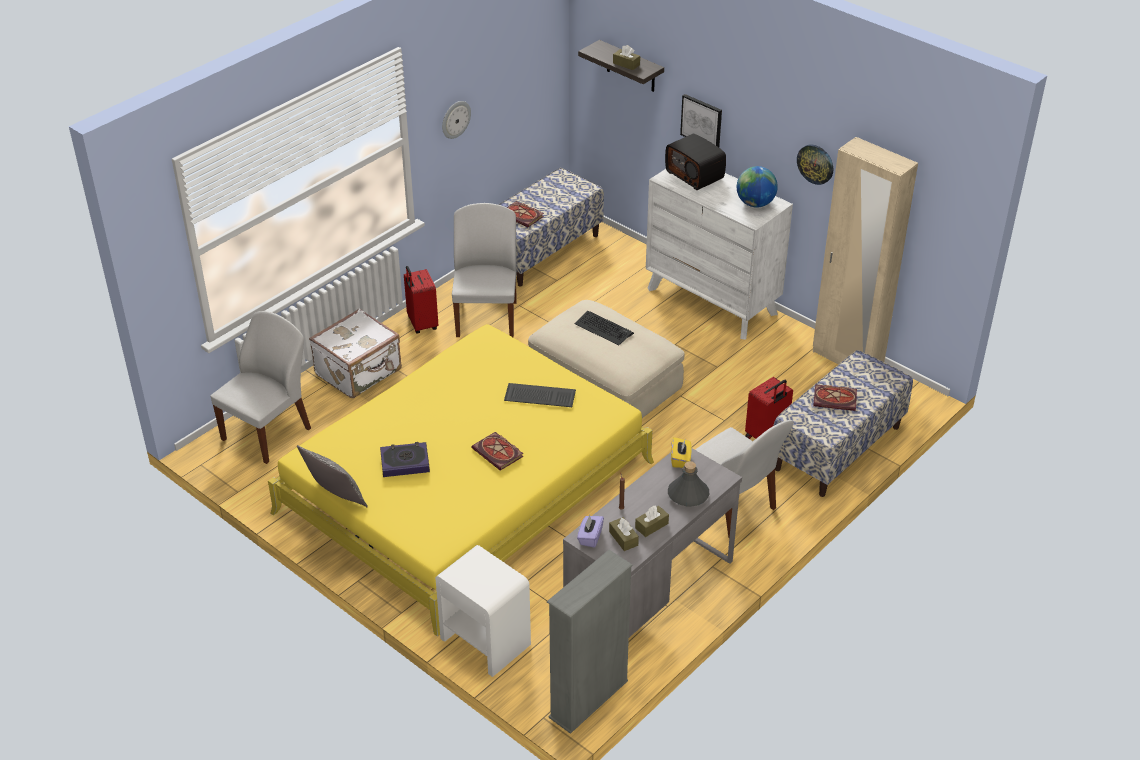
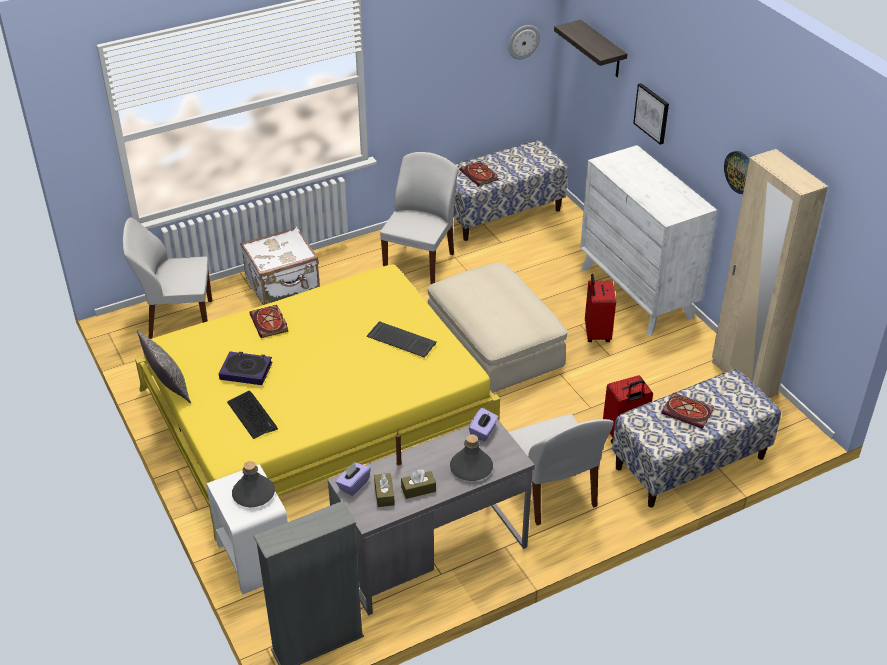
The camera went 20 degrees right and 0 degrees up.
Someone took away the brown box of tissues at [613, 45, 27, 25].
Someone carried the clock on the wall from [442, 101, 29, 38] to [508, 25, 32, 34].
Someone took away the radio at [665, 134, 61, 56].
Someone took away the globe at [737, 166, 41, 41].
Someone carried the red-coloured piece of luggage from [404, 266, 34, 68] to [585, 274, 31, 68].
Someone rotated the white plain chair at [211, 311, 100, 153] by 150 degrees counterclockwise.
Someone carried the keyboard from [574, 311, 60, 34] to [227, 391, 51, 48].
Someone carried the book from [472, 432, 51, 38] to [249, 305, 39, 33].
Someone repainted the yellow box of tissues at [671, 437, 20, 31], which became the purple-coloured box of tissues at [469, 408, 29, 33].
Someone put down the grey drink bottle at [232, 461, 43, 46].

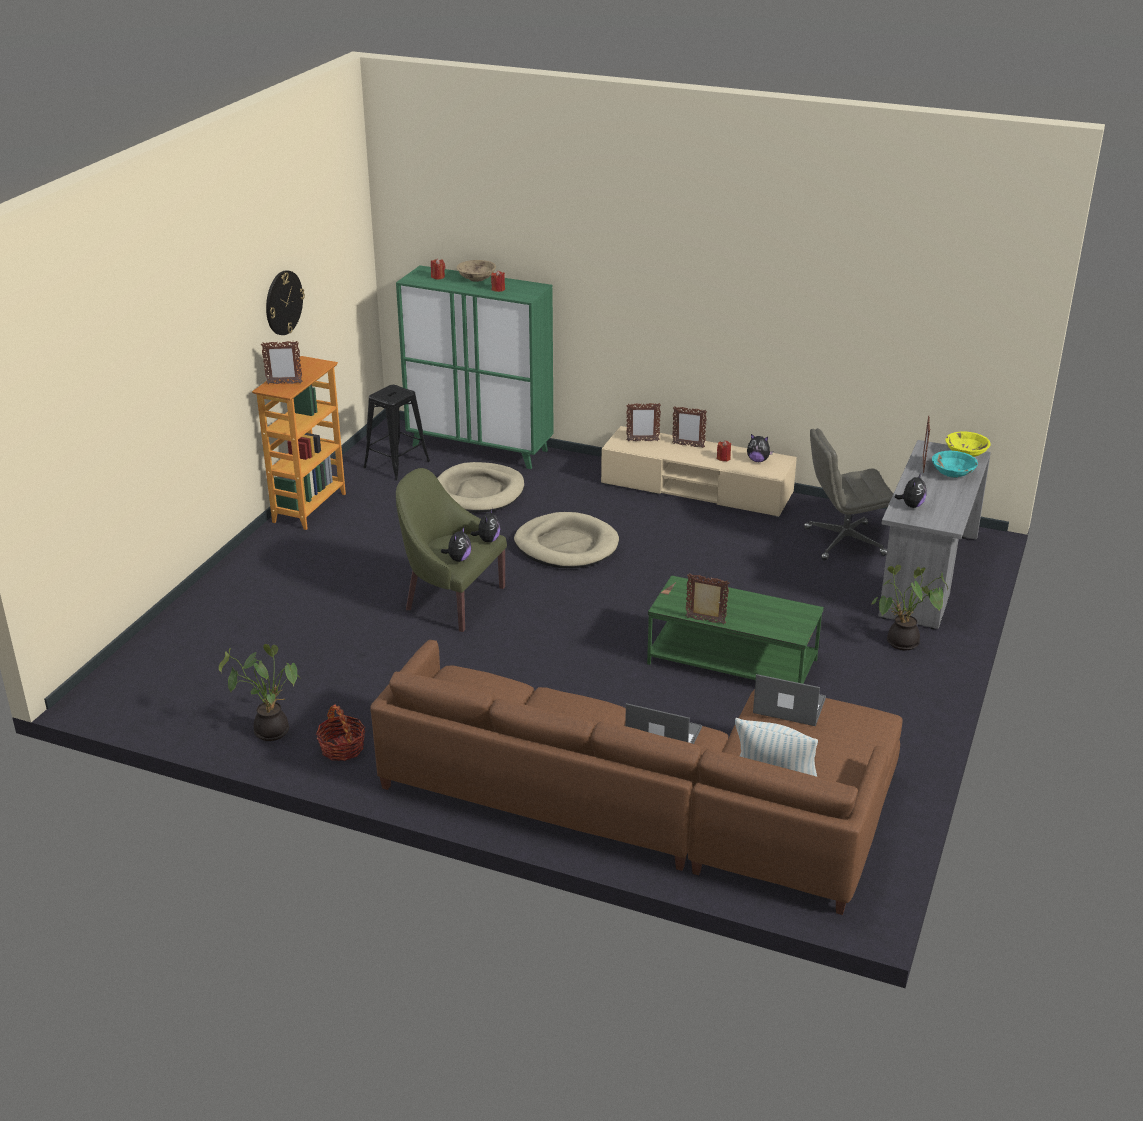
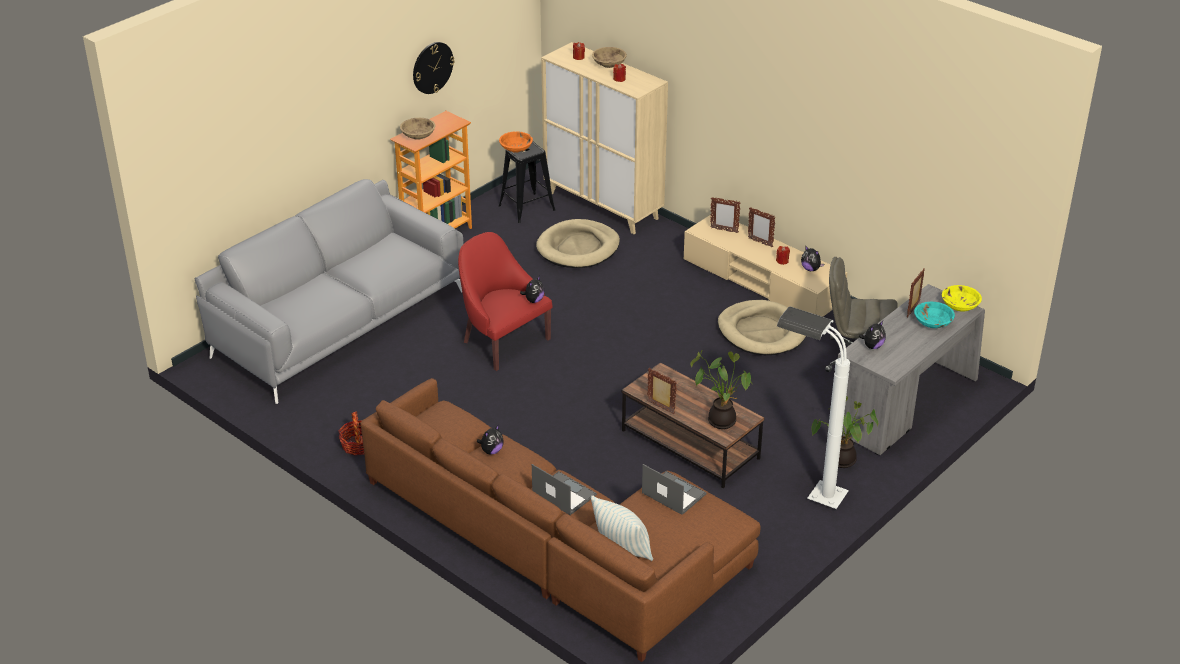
The camera went 20 degrees right and 5 degrees up.
Someone repainted the green-coloured cupboard at [396, 265, 158, 204], which became the sand-coloured cupboard at [541, 42, 127, 192].
Someone swapped the photo frame at [261, 341, 42, 43] for the sand-coloured bowl at [400, 118, 35, 22].
Someone repainted the green-coloured lounge chair at [396, 468, 111, 164], which became the red-coloured lounge chair at [458, 232, 94, 139].
Someone carried the sand-coloured dog cushion from [514, 512, 105, 56] to [718, 300, 88, 55].
Someone carried the plush toy from [441, 527, 30, 35] to [477, 425, 27, 30].
Someone repainted the green-coloured low table at [647, 575, 177, 109], which became the brown low table at [622, 362, 142, 126].
Someone carried the potted plant from [219, 644, 82, 97] to [690, 350, 62, 79].
Someone put down the orange-coloured bowl at [499, 131, 34, 22].
Someone put down the grey sofa at [195, 179, 269, 225].
Someone put down the white standard lamp at [777, 306, 73, 203].

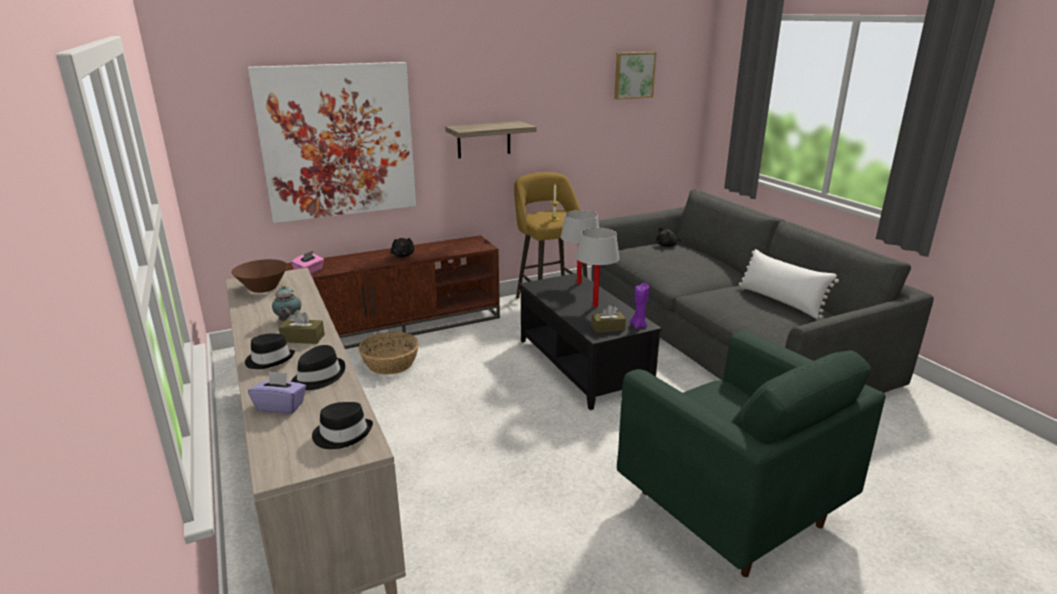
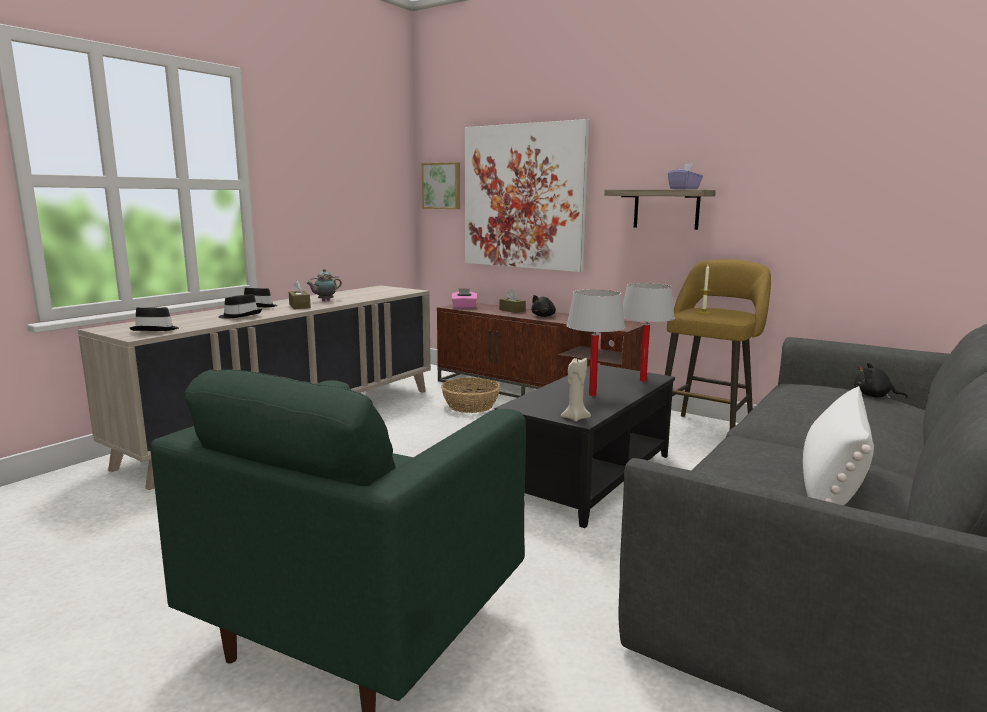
The camera went 60 degrees right and 10 degrees down.
Someone carried the picture from [614, 52, 42, 48] to [422, 162, 38, 47].
Someone took away the brown bowl at [232, 259, 56, 34].
Someone repainted the purple-coloured candle at [630, 283, 19, 46], which became the sand-coloured candle at [560, 358, 31, 64].
Someone carried the brown box of tissues from [591, 305, 35, 28] to [499, 289, 27, 24].
Someone carried the purple-coloured box of tissues from [248, 371, 58, 43] to [668, 163, 35, 26].

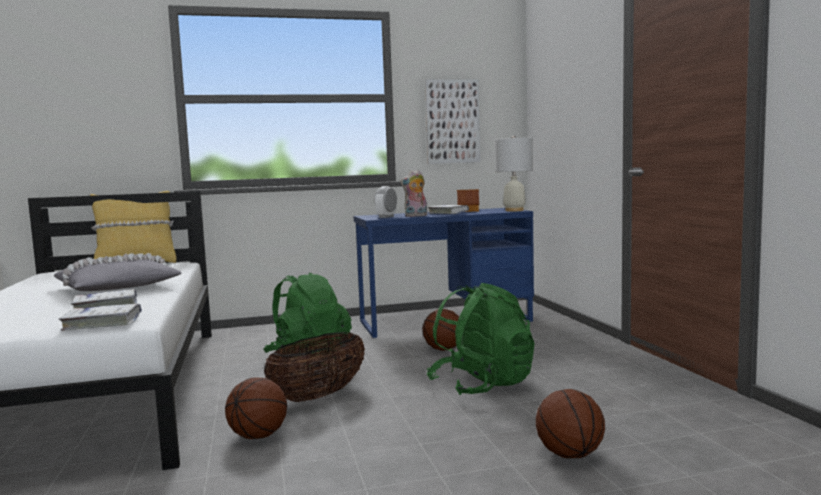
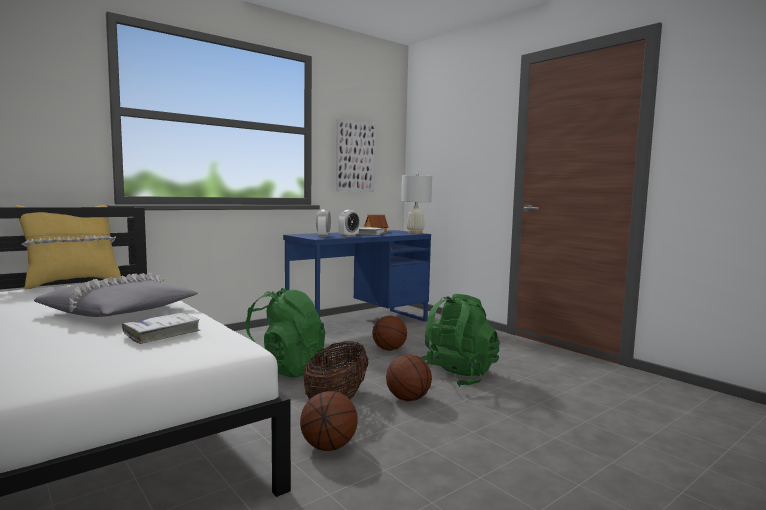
The camera went 25 degrees left and 0 degrees up.
Someone swapped the plush toy at [400, 170, 27, 47] for the bedside clock at [338, 210, 22, 27].
Someone took away the white book at [59, 304, 83, 27].
Someone carried the ball for basketball from [536, 389, 69, 69] to [386, 354, 46, 47].

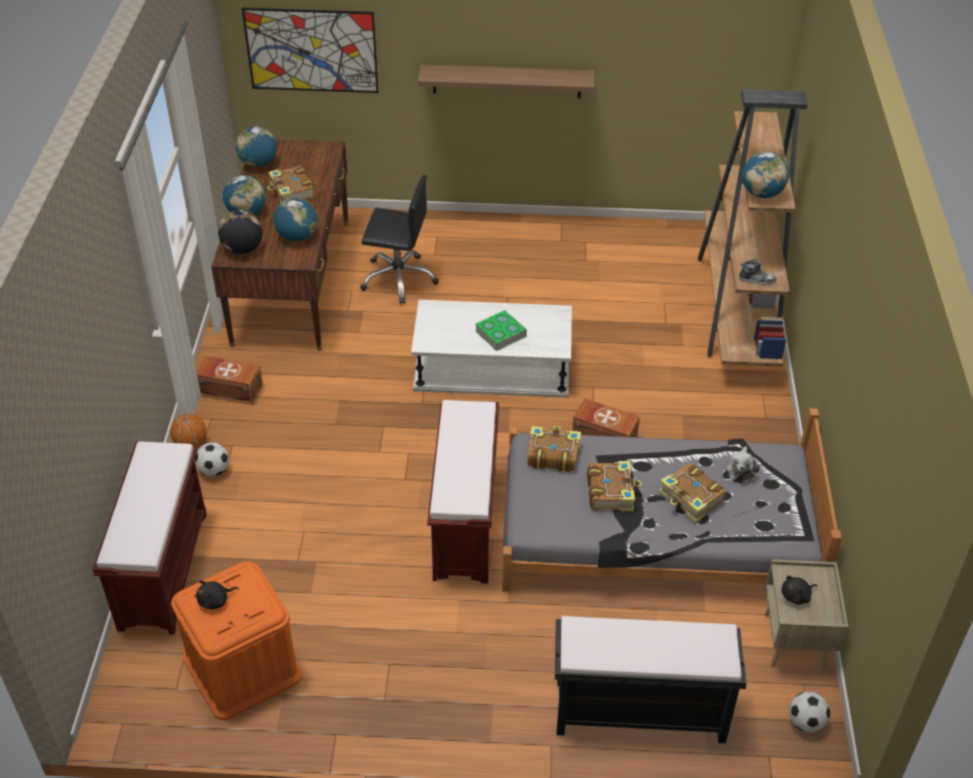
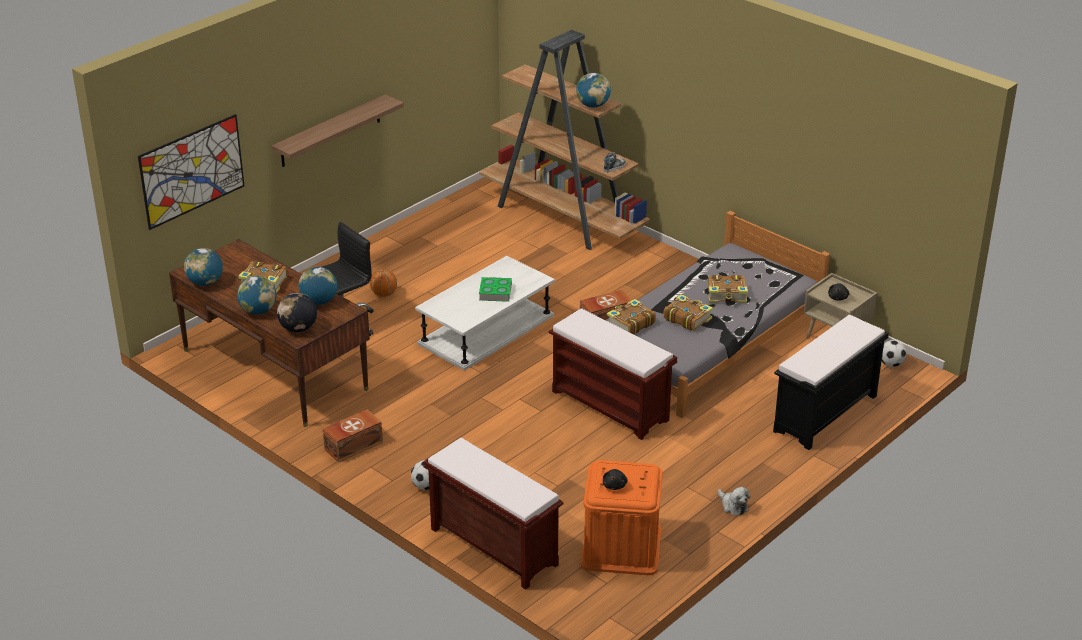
The camera went 50 degrees left and 10 degrees down.
Someone carried the ball for basketball from [170, 414, 36, 33] to [370, 269, 27, 28].
Someone carried the plush toy from [725, 446, 35, 38] to [718, 487, 33, 29].

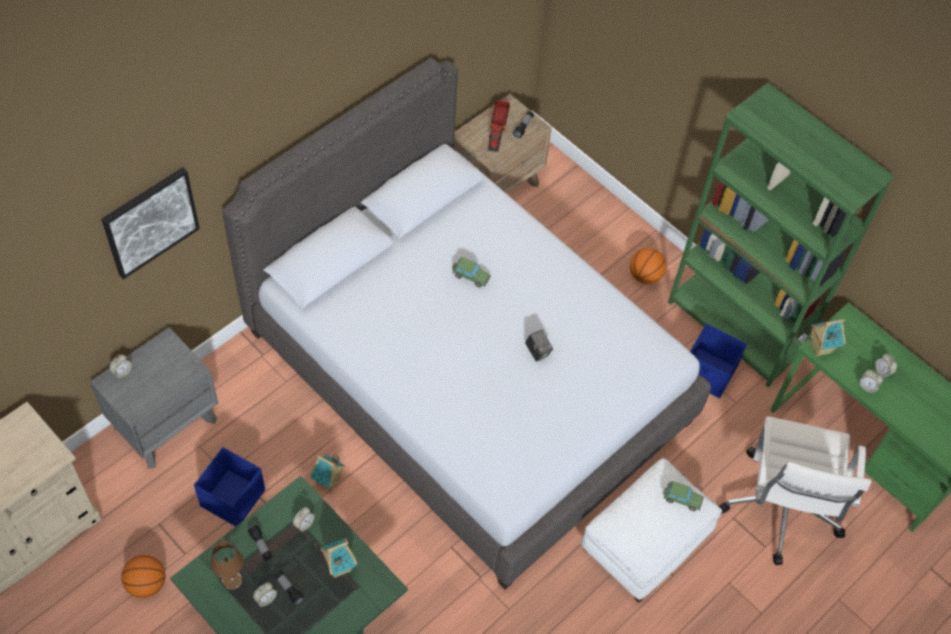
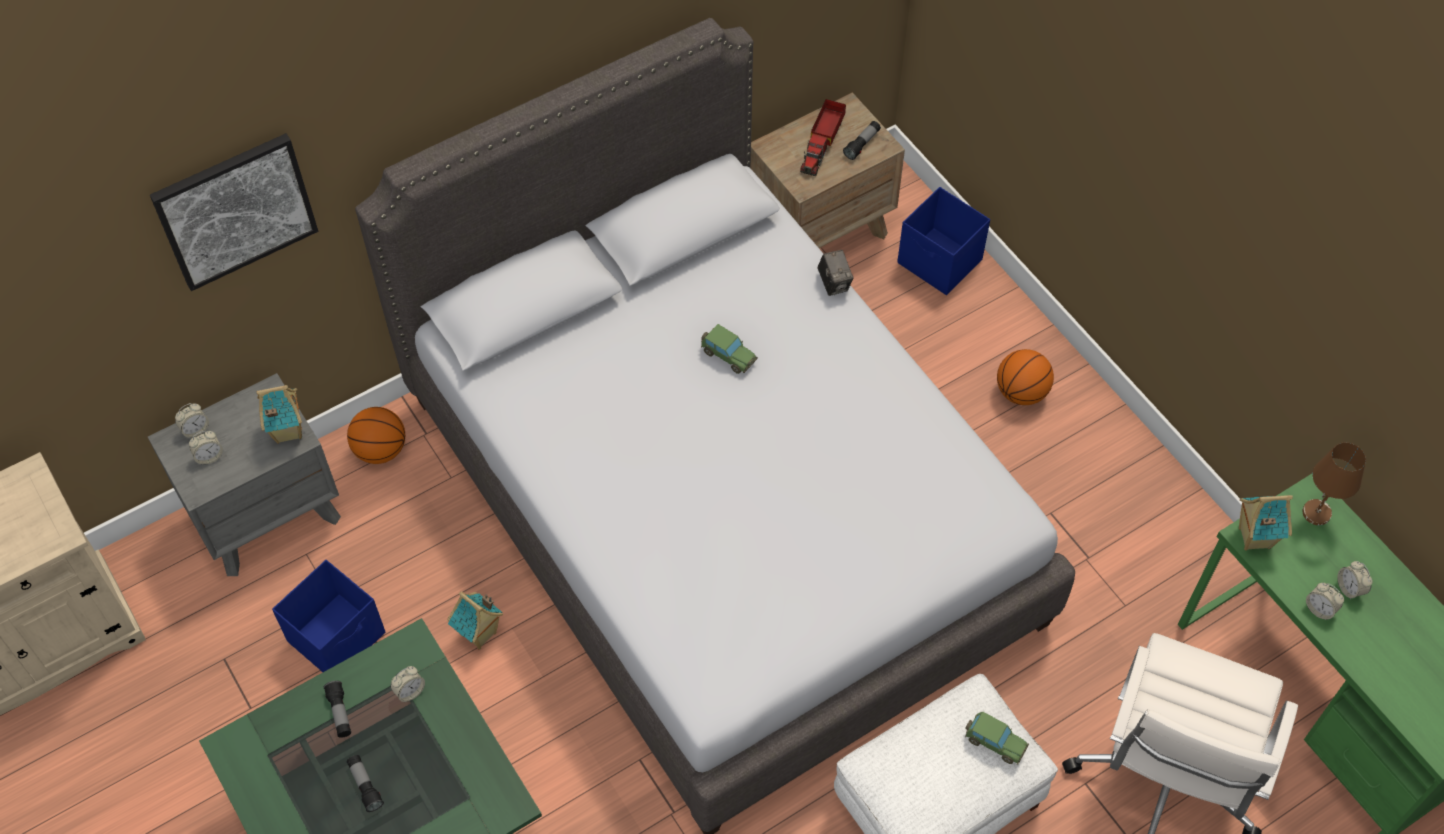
The camera went 15 degrees right and 0 degrees up.
Someone took away the green-coloured shelving unit at [668, 83, 227, 305].
Someone carried the blue storage container from [690, 324, 57, 74] to [897, 187, 93, 108].
Someone carried the photo camera from [525, 330, 28, 32] to [818, 250, 35, 46].
Someone carried the miniature house from [320, 538, 37, 40] to [257, 385, 45, 59].
Someone carried the brown lamp for a table from [211, 541, 33, 49] to [1302, 443, 64, 82].
Someone carried the ball for basketball from [121, 555, 44, 43] to [347, 407, 58, 57].
Someone carried the bedside clock from [253, 582, 24, 25] to [189, 431, 34, 34].

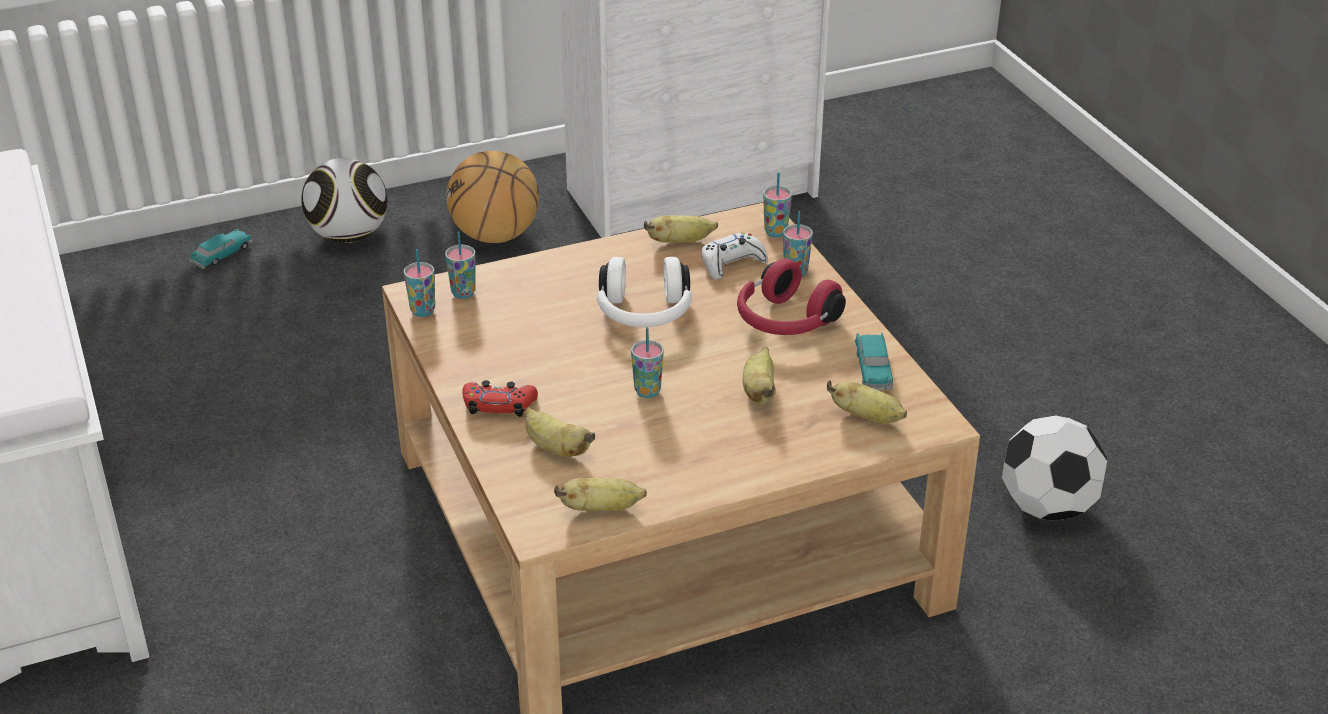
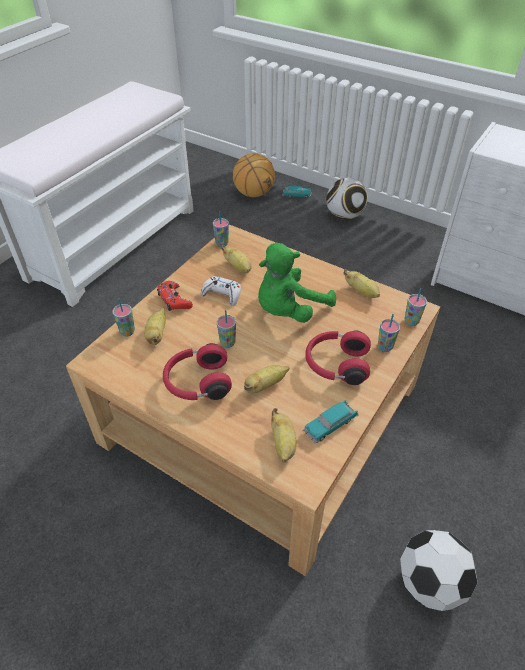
The camera went 55 degrees right and 10 degrees up.
Someone carried the ball for basketball from [446, 151, 93, 92] to [233, 153, 42, 44].
Someone carried the cup from [445, 231, 31, 68] to [113, 299, 22, 38].
Someone carried the white gamepad from [702, 232, 66, 48] to [201, 276, 40, 30].
Someone swapped the white headphones at [597, 257, 95, 70] for the green-coloured plush toy at [258, 243, 78, 80].
Someone carried the whole banana from [554, 478, 93, 33] to [221, 245, 31, 28].
Someone put down the red-coloured headphones at [163, 343, 69, 57].

